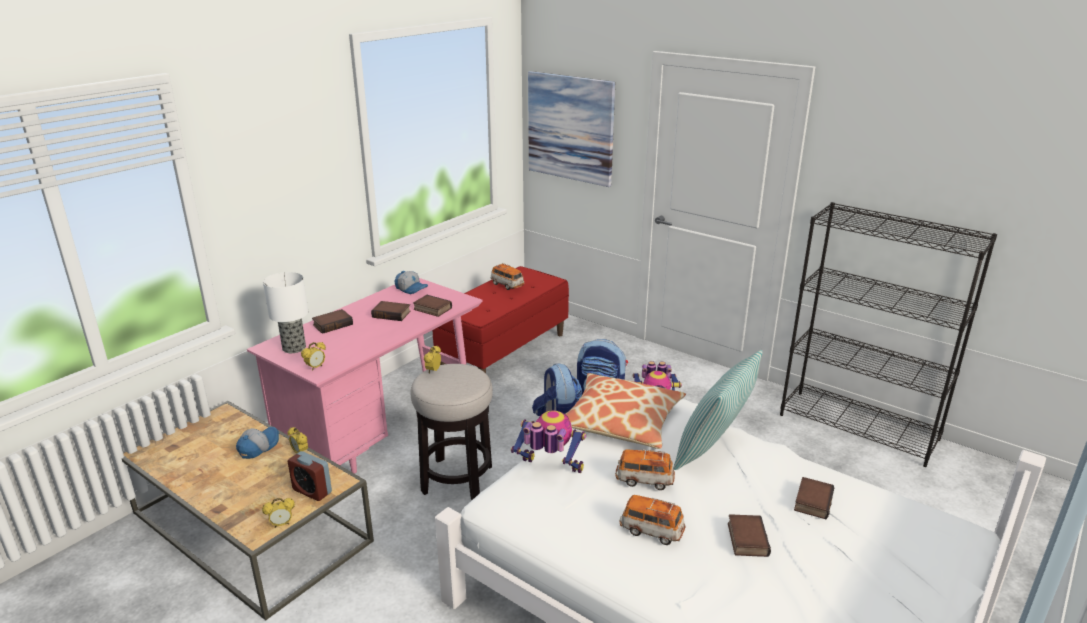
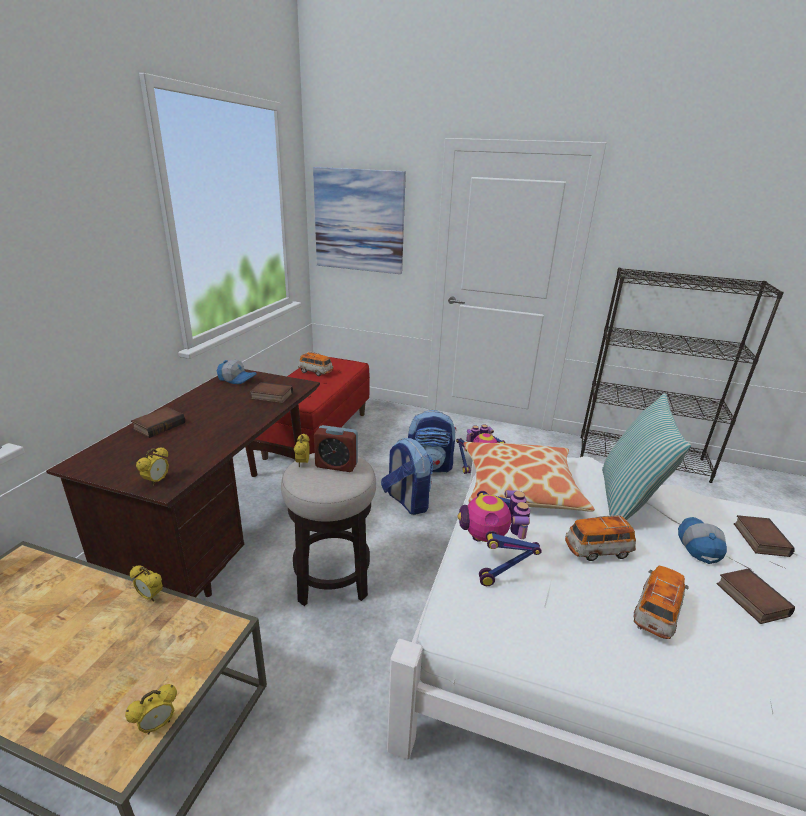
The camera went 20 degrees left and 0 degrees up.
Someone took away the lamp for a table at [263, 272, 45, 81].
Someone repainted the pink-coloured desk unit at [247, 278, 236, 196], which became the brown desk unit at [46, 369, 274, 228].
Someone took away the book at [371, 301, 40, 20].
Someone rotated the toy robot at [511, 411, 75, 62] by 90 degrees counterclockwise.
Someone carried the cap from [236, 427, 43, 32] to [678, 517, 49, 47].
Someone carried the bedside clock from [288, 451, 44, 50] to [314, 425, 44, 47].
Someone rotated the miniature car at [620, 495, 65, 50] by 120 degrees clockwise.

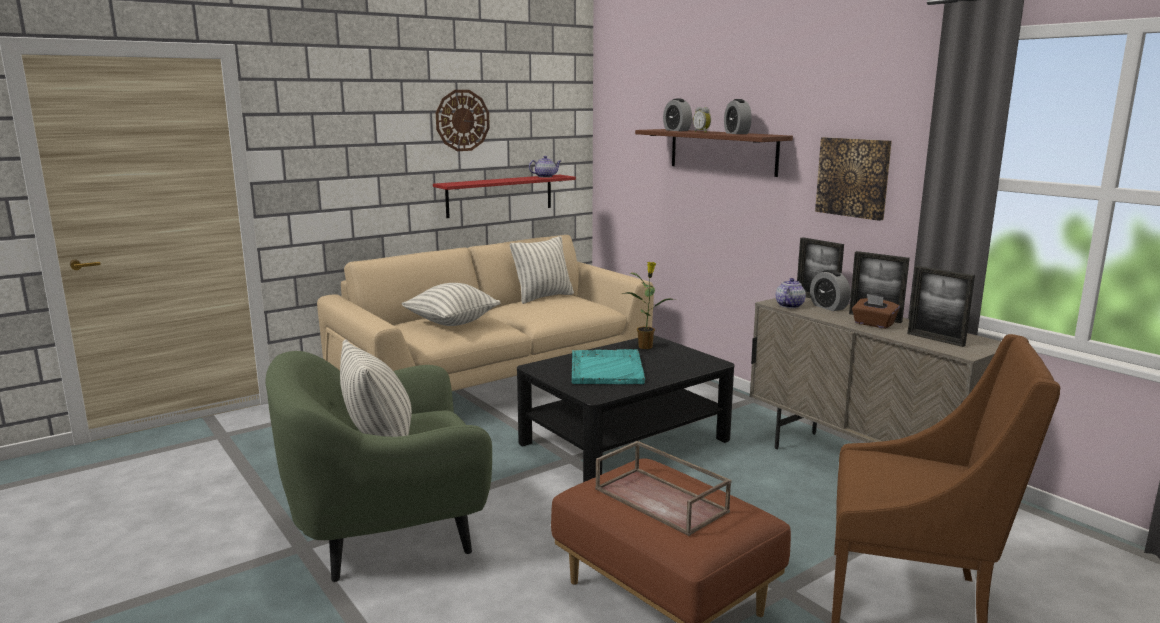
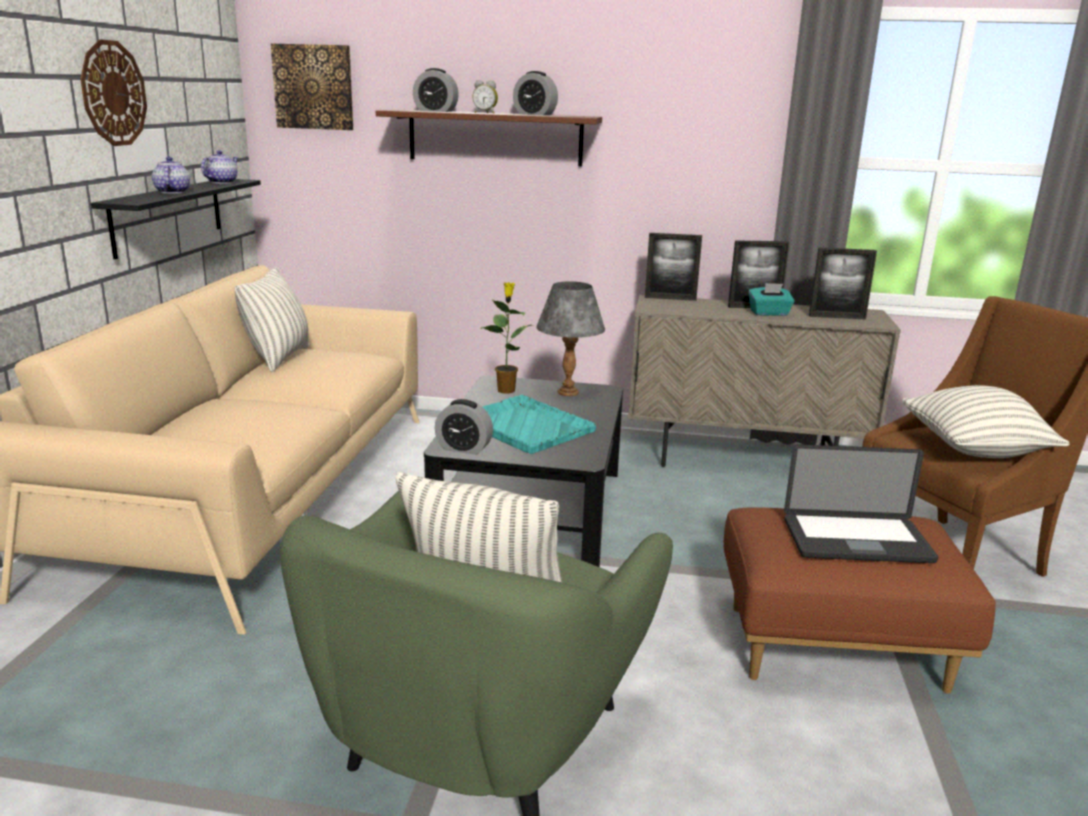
The camera went 45 degrees left and 5 degrees up.
Someone carried the picture from [815, 137, 77, 84] to [271, 44, 82, 86].
Someone repainted the red-coloured bracket shelf at [433, 175, 143, 43], which became the blackish bracket shelf at [91, 179, 170, 80].
Someone carried the bedside clock from [810, 270, 41, 41] to [434, 399, 59, 56].
Someone carried the teapot from [776, 278, 30, 30] to [152, 157, 38, 36].
Someone carried the throw pillow from [401, 283, 100, 43] to [902, 385, 168, 73].
Someone repainted the brown box of tissues at [852, 294, 48, 35], which became the turquoise box of tissues at [748, 283, 46, 33].
Someone swapped the brown tray at [595, 441, 136, 95] for the laptop at [784, 444, 154, 119].
Someone put down the grey lamp for a table at [536, 281, 69, 115].

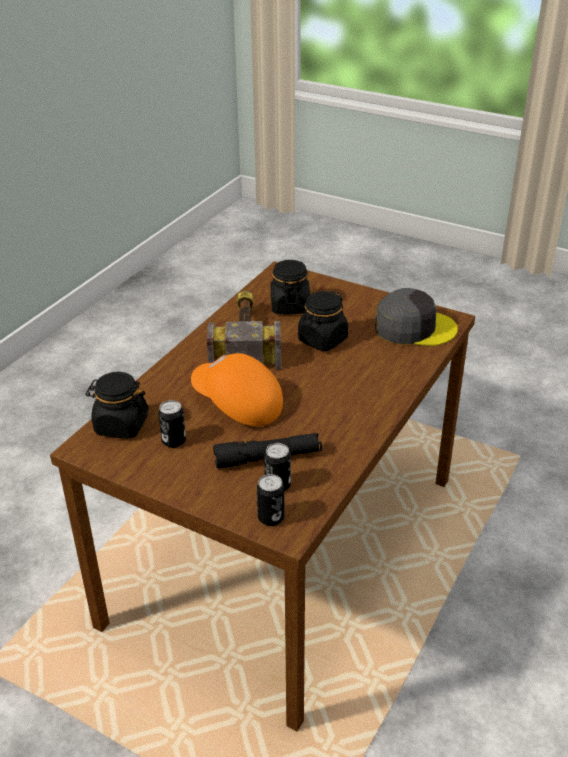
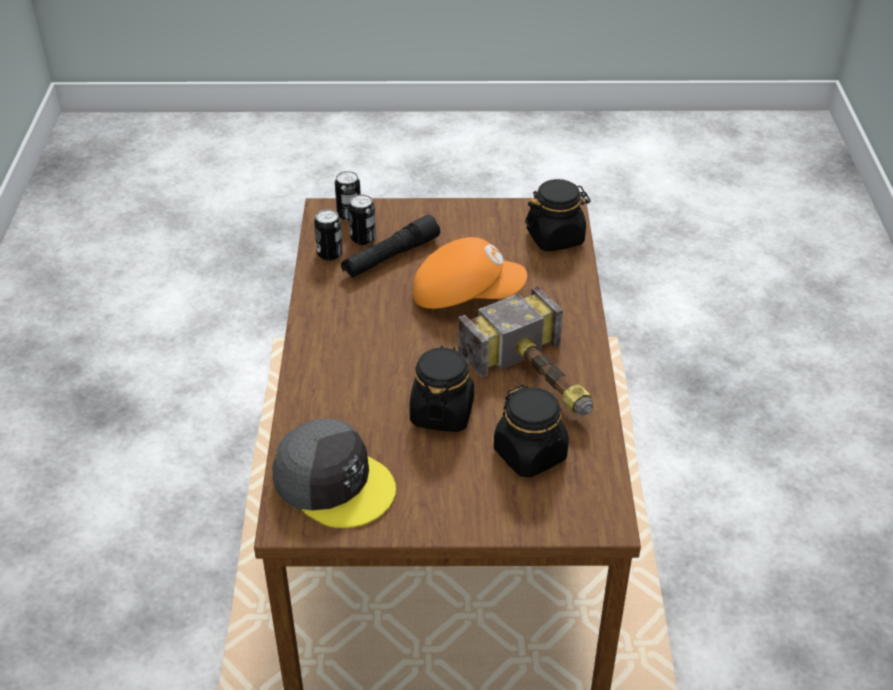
The camera went 150 degrees right and 5 degrees up.
Someone rotated the grey cap at [375, 288, 83, 58] by 120 degrees counterclockwise.
Someone carried the metal can from [158, 400, 28, 48] to [314, 209, 29, 52].

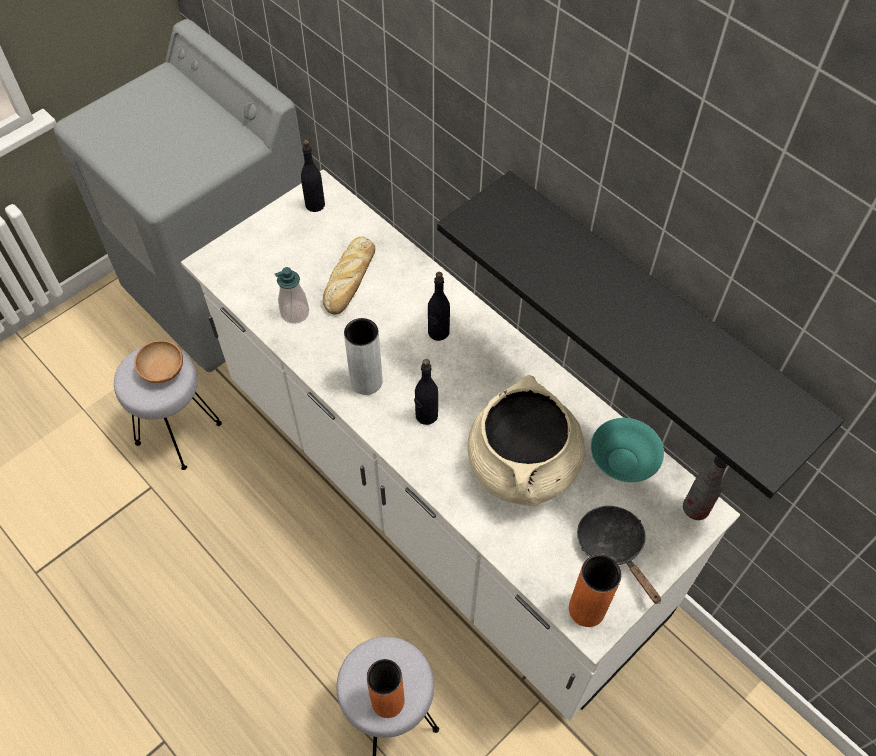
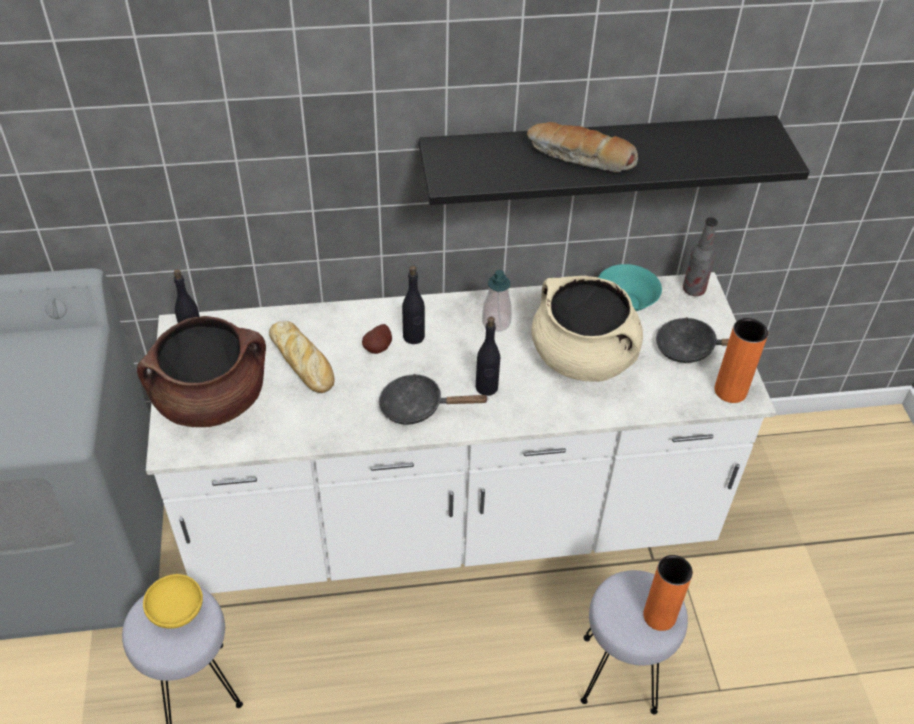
The camera went 55 degrees left and 10 degrees down.
Someone carried the soap dispenser from [275, 267, 34, 57] to [482, 270, 30, 62].
Someone swapped the grey vase at [344, 318, 38, 77] for the blackish pan at [379, 374, 110, 51].
Someone repainted the brown bowl at [134, 340, 49, 43], which became the yellow bowl at [143, 574, 60, 55].
Someone put down the bakery bread at [527, 122, 111, 50].
Someone put down the brown cooking pot at [137, 316, 129, 111].
Someone put down the spud at [362, 324, 30, 30].

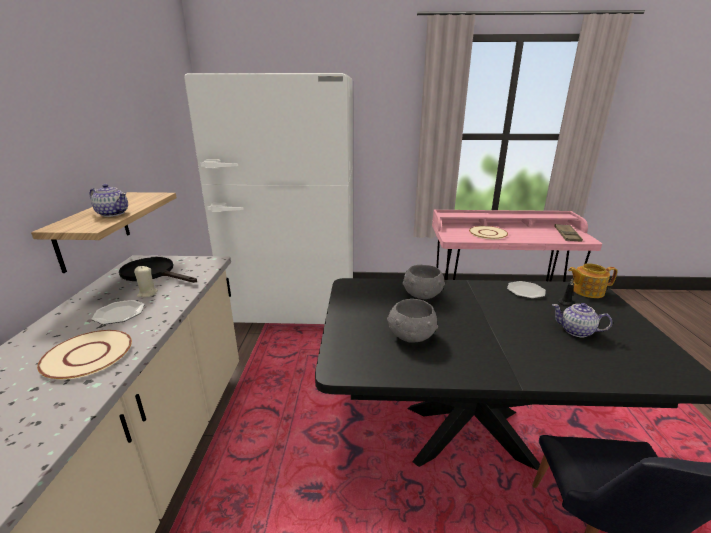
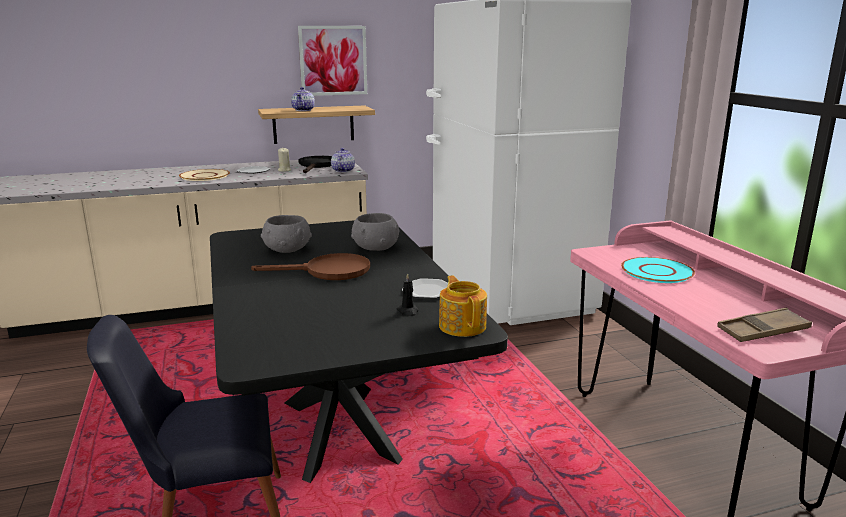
The camera went 70 degrees right and 5 degrees down.
Someone repainted the sand-coloured dinner plate at [469, 226, 39, 13], which became the turquoise dinner plate at [621, 257, 74, 26].
Someone carried the teapot from [552, 303, 60, 34] to [331, 148, 24, 24].
Someone put up the picture at [298, 26, 69, 70].
Someone put down the brown pan at [251, 253, 119, 27].

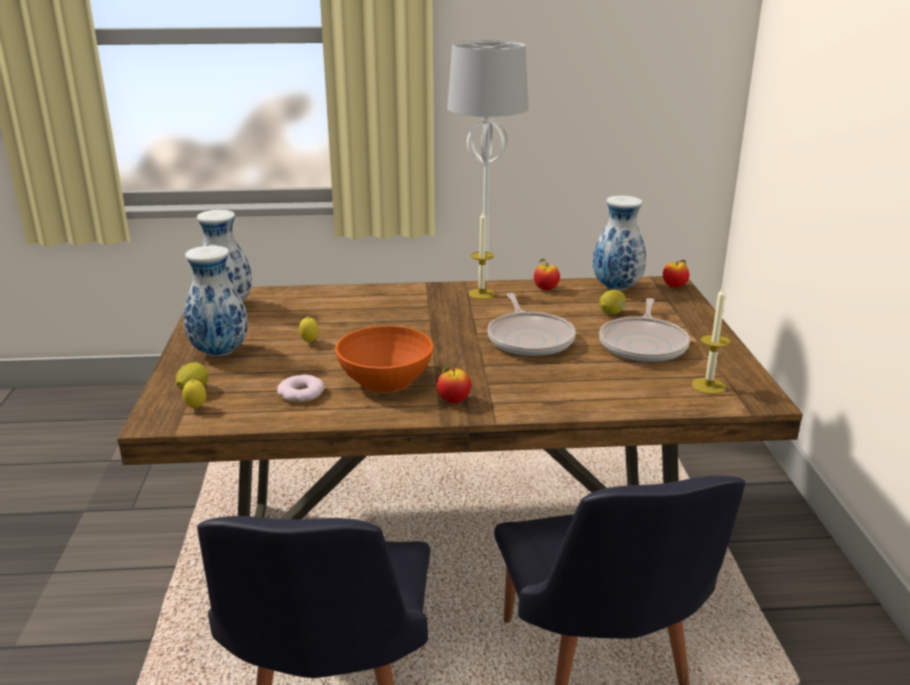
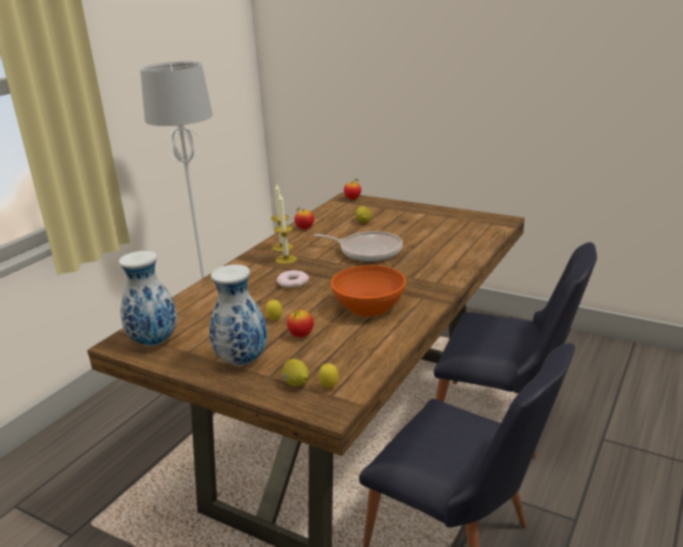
The camera went 55 degrees left and 0 degrees up.
Someone took away the vase at [593, 195, 53, 96].
Someone carried the candle from [692, 287, 38, 107] to [274, 194, 23, 70].
Someone took away the pan at [599, 298, 91, 64].
Someone carried the whole apple from [437, 365, 34, 38] to [287, 310, 27, 27].
Someone carried the donut from [277, 375, 47, 28] to [277, 270, 32, 19].

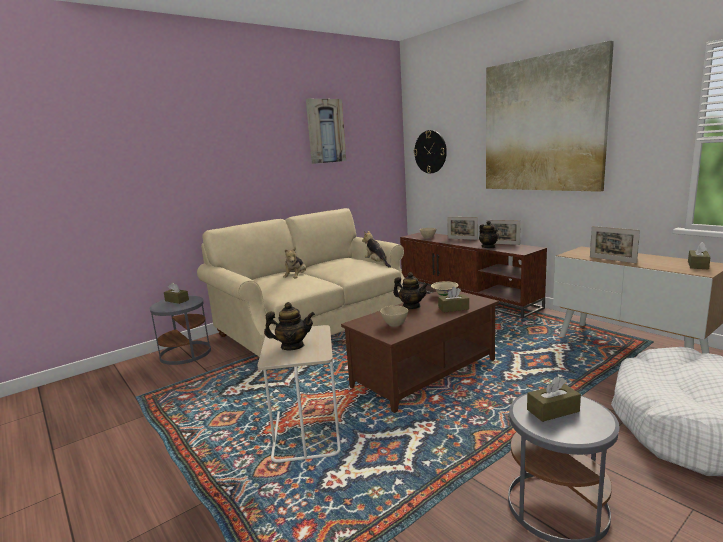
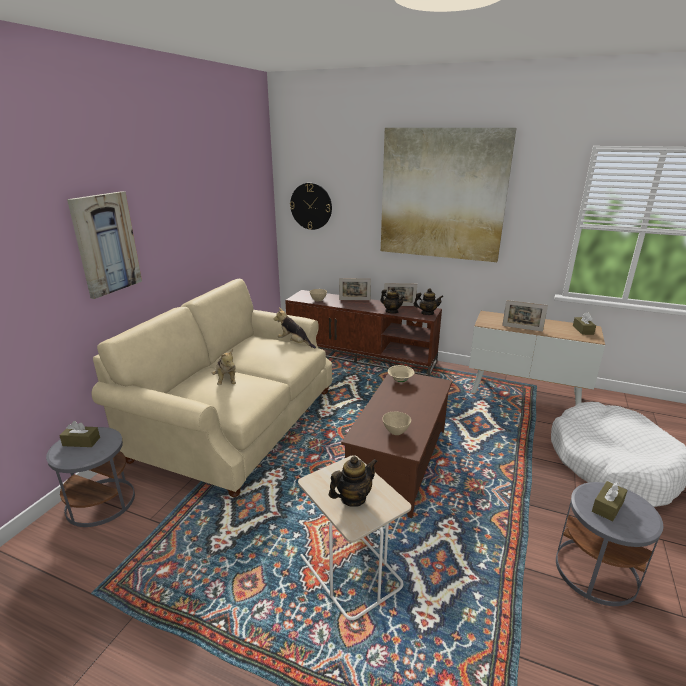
The camera went 30 degrees left and 10 degrees up.
Someone carried the picture from [306, 99, 40, 65] to [67, 191, 75, 108].
Someone carried the teapot from [393, 272, 35, 37] to [413, 288, 30, 27].
Someone took away the brown box of tissues at [438, 287, 31, 26].

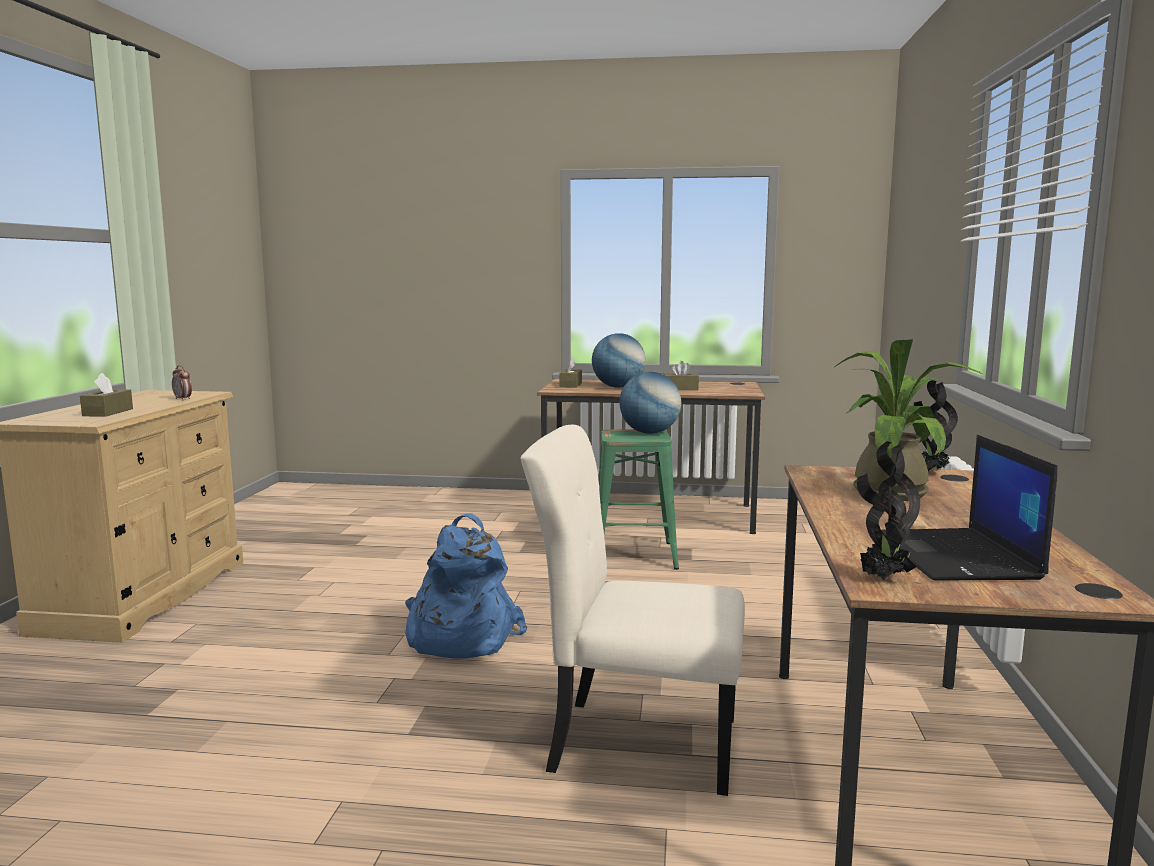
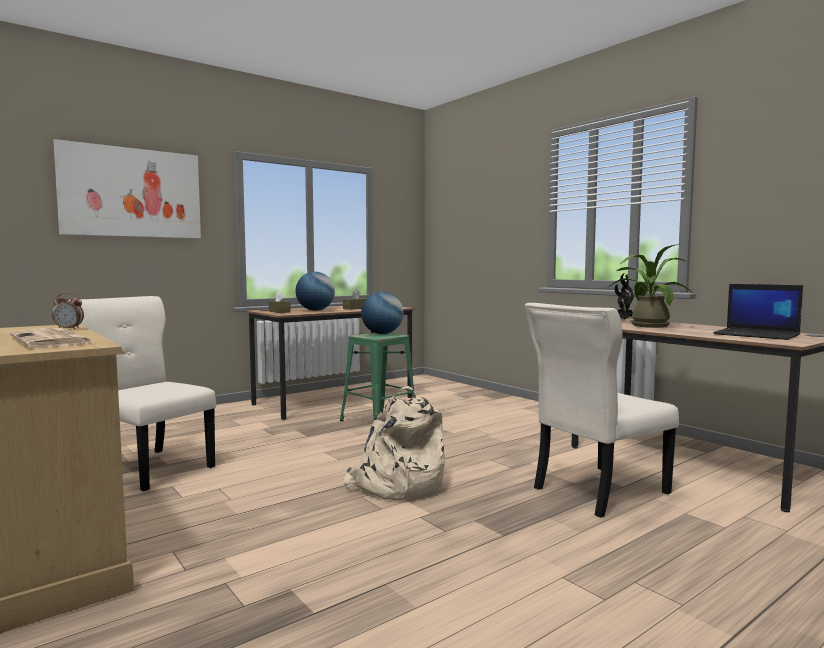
The camera went 45 degrees left and 5 degrees down.
Someone swapped the brown box of tissues at [80, 373, 53, 44] for the newspaper at [10, 328, 84, 20].
Someone took away the potted plant at [857, 441, 63, 139].
Someone repainted the blue knapsack at [405, 513, 122, 146], which became the sand-coloured knapsack at [344, 386, 102, 114].
Someone put up the picture at [53, 139, 148, 99].
Someone put down the sand-coloured plain chair at [68, 296, 148, 195].

